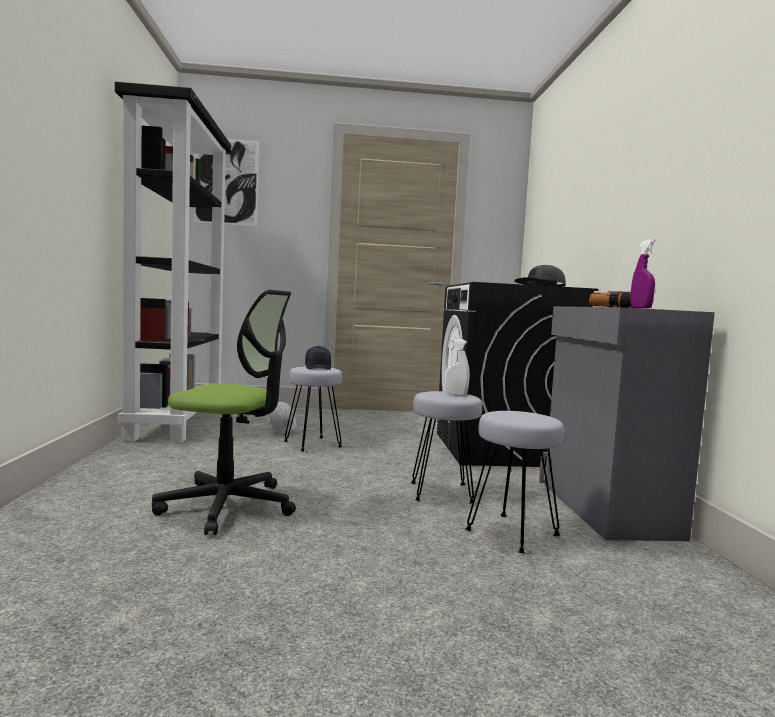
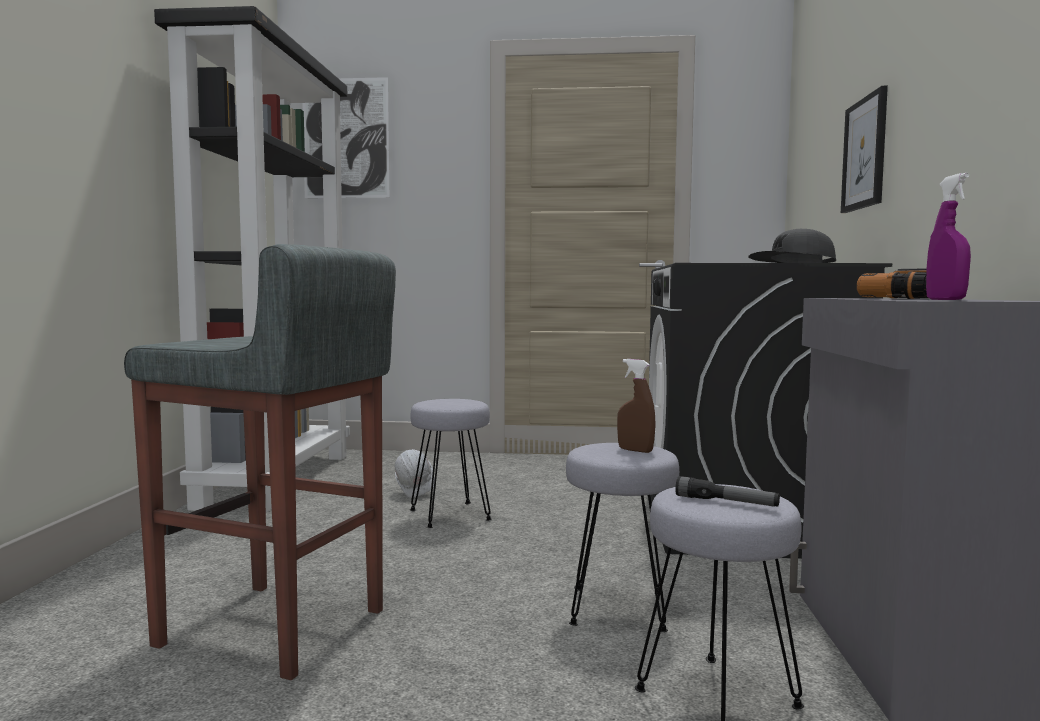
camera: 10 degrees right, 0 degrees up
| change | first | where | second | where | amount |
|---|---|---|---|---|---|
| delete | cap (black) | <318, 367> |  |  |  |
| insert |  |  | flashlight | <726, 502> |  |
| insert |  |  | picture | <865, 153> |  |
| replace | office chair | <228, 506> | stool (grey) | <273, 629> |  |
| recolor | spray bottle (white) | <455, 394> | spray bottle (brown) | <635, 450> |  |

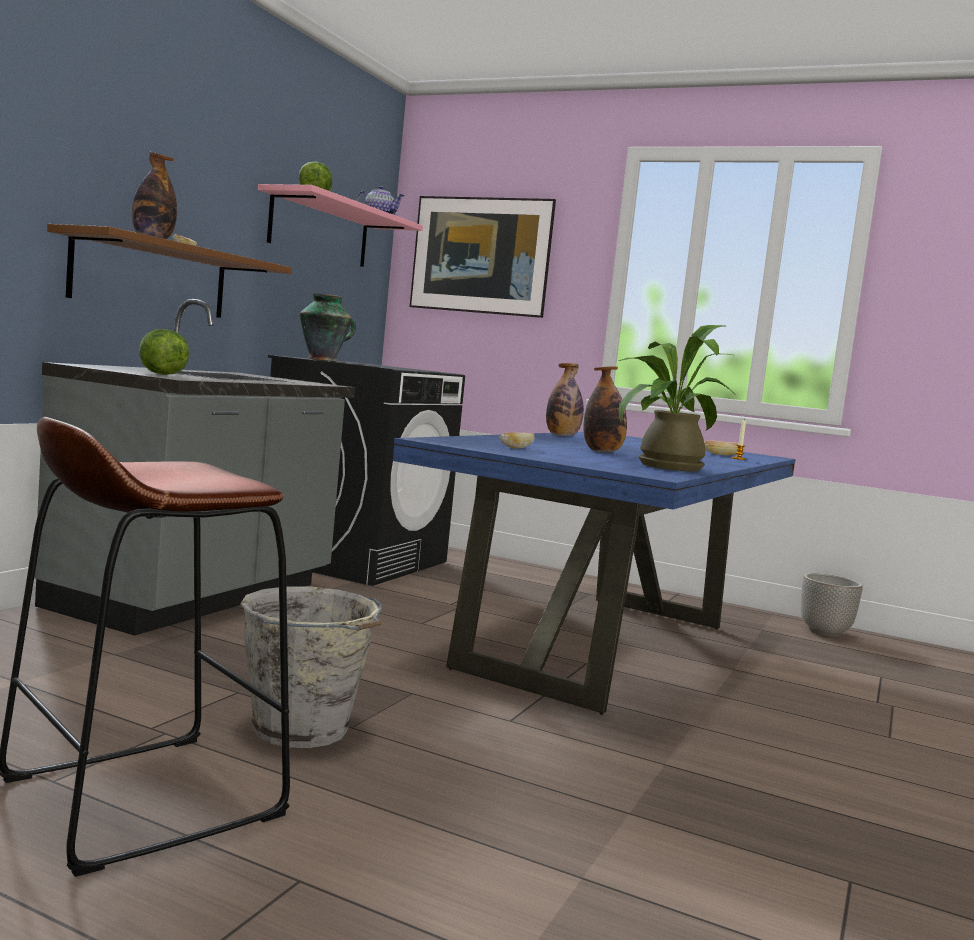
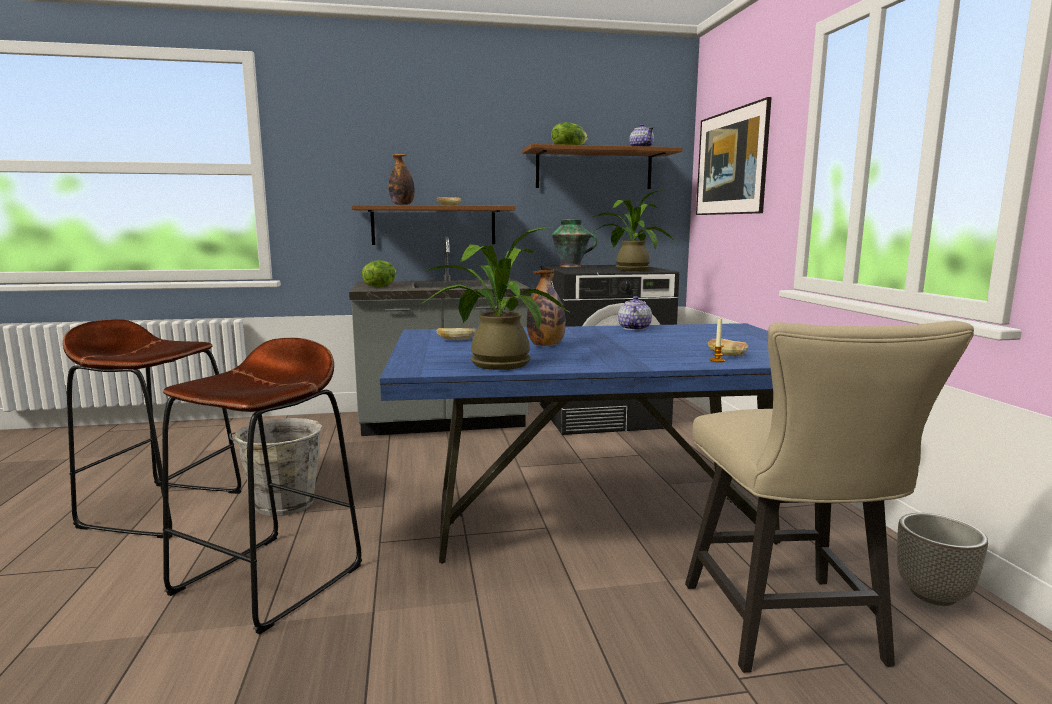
camera: 55 degrees right, 5 degrees up
| change | first | where | second | where | amount |
|---|---|---|---|---|---|
| insert |  |  | stool (brown) | <269, 579> |  |
| insert |  |  | potted plant | <629, 269> |  |
| insert |  |  | chair (beige) | <790, 631> |  |
| replace | bottle | <562, 436> | teapot | <633, 328> |  |
| recolor | shelf (pink) | <320, 230> | shelf (brown) | <594, 169> |  |

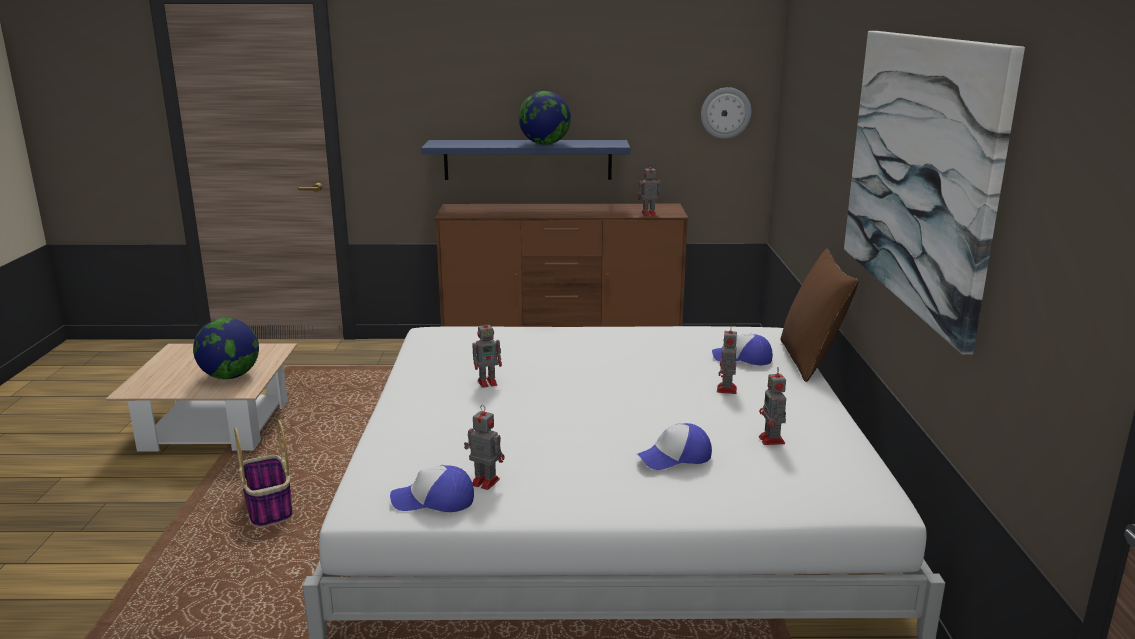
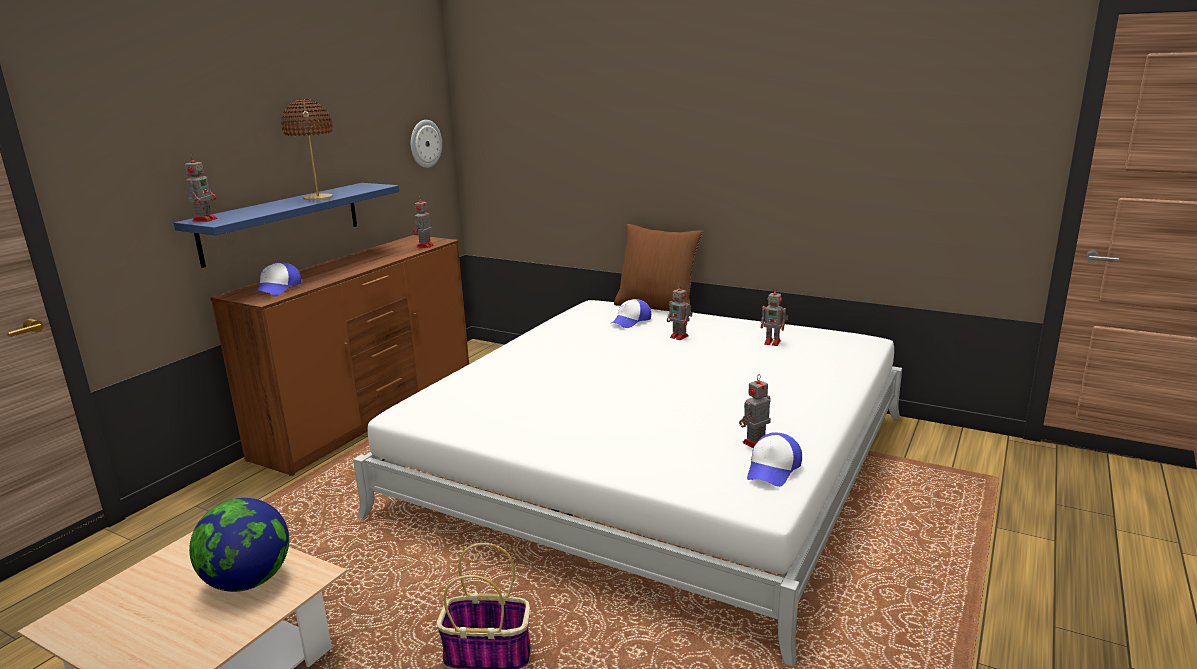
camera: 60 degrees left, 0 degrees up
| change | first | where | second | where | amount |
|---|---|---|---|---|---|
| delete | picture | <919, 171> |  |  |  |
| move | toy robot | <488, 382> |  | <205, 219> |  |
| move | cap | <675, 457> |  | <278, 288> |  |
| replace | globe | <544, 144> | table lamp (brown) | <318, 198> |  |

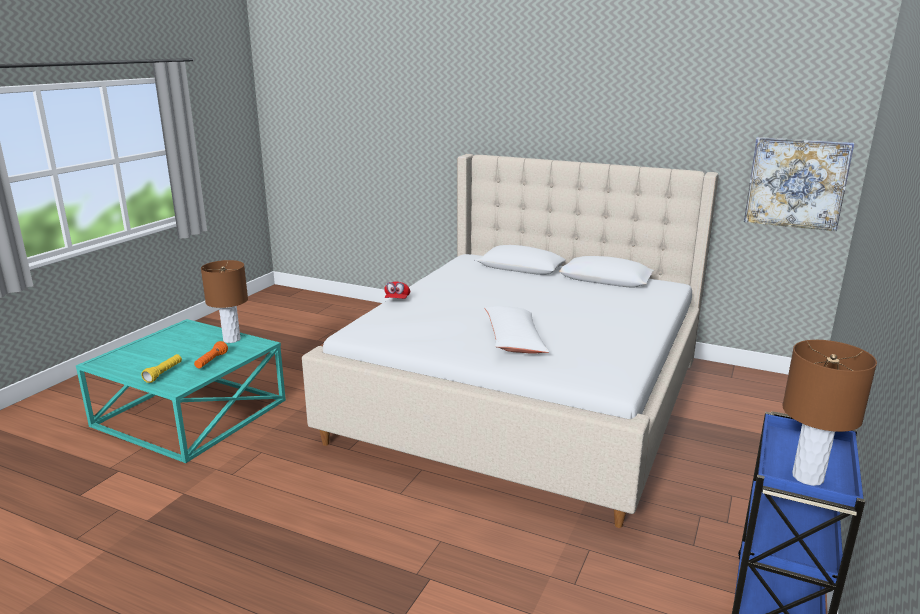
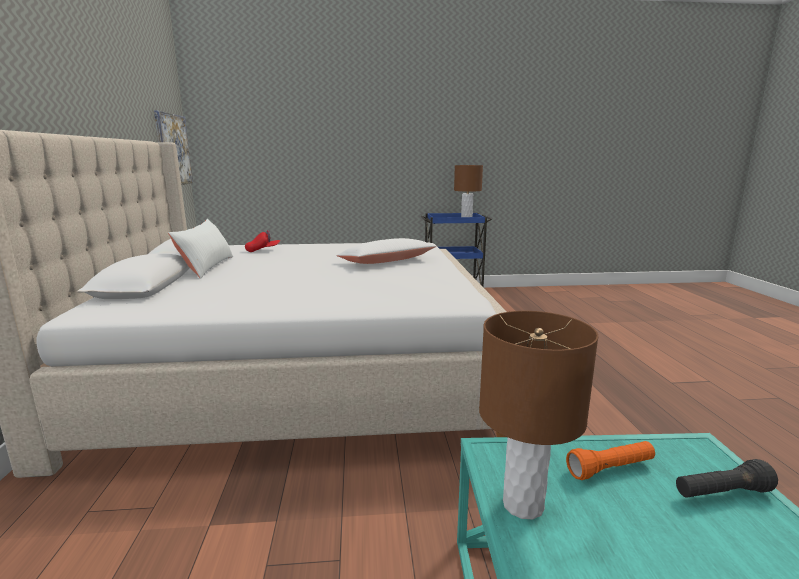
camera: 120 degrees left, 5 degrees down
| change | first | where | second | where | amount |
|---|---|---|---|---|---|
| insert |  |  | pillow (white) | <207, 267> |  |
| move | cap (red) | <397, 300> |  | <263, 250> |  |
| recolor | flashlight (yellow) | <164, 373> | flashlight (black) | <721, 493> |  |

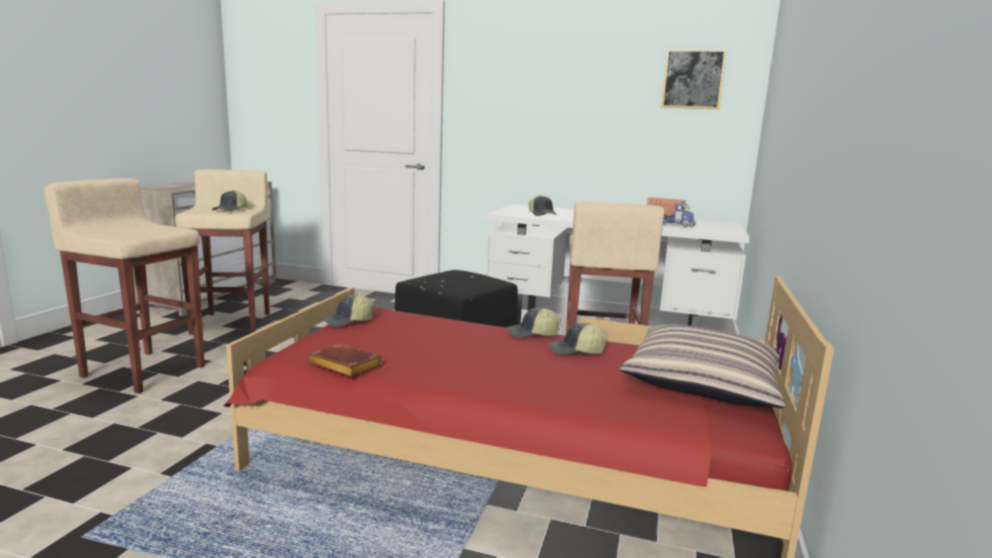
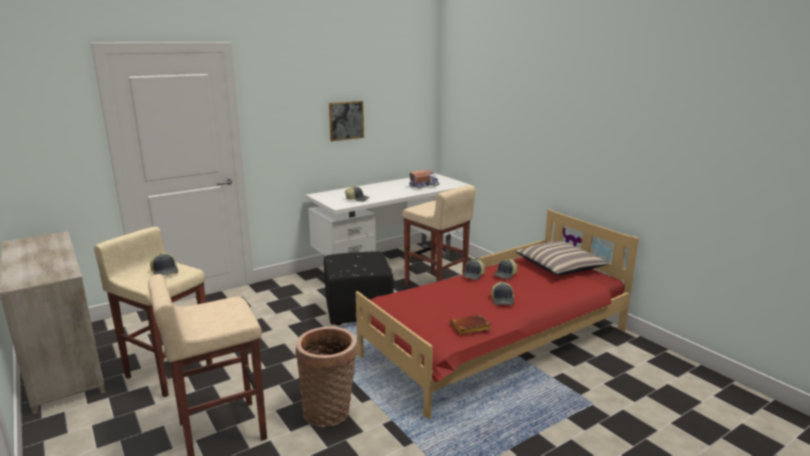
camera: 50 degrees left, 5 degrees up
| change | first | where | second | where | amount |
|---|---|---|---|---|---|
| insert |  |  | basket | <330, 412> |  |
| move | cap | <348, 322> |  | <503, 300> |  |
| move | picture | <693, 79> |  | <346, 120> |  |

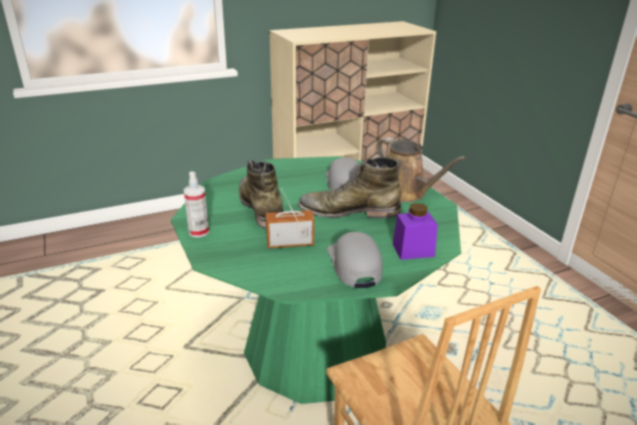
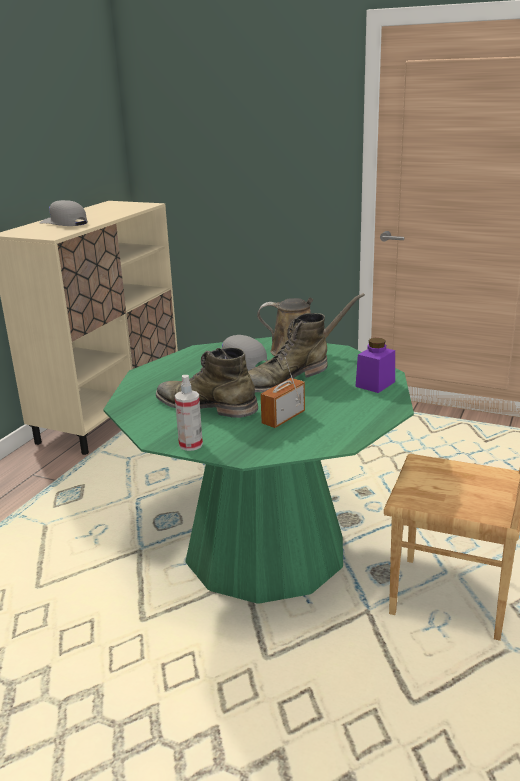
camera: 40 degrees left, 5 degrees down
| change | first | where | second | where | amount |
|---|---|---|---|---|---|
| move | cap (grey) | <354, 264> |  | <64, 223> |  |

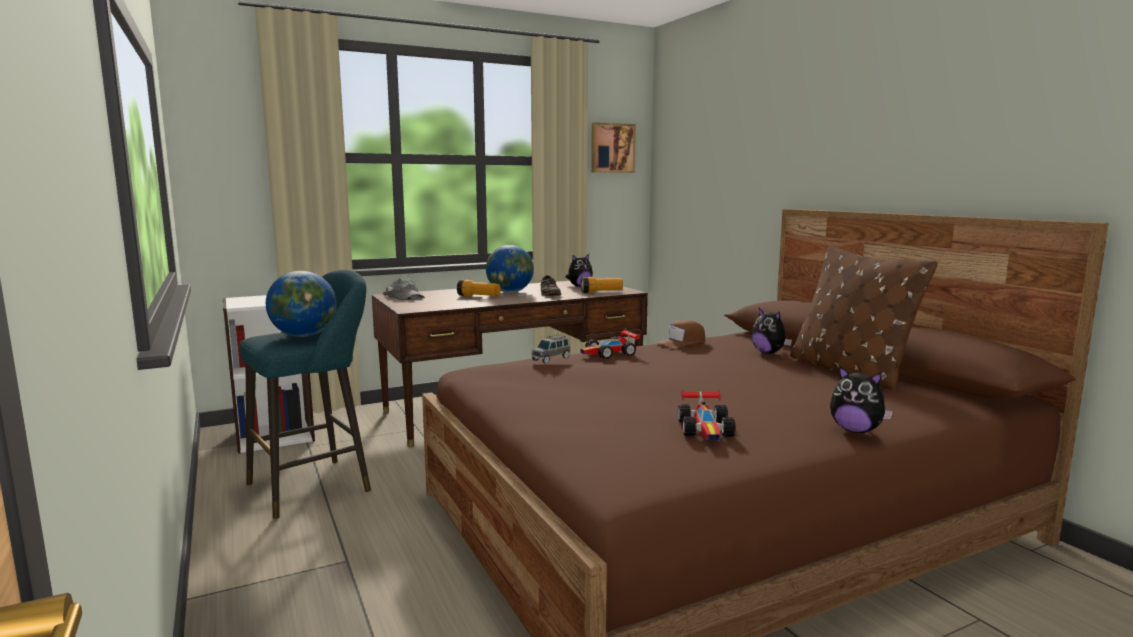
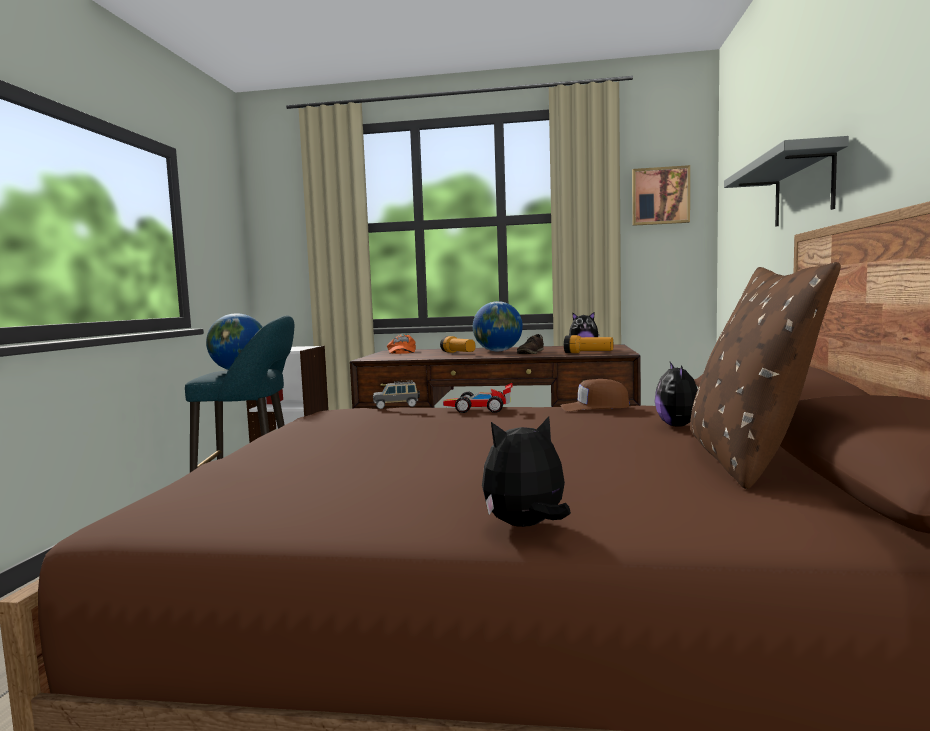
camera: 35 degrees right, 5 degrees down
| change | first | where | second | where | amount |
|---|---|---|---|---|---|
| delete | toy car | <706, 429> |  |  |  |
| insert |  |  | shelf (grey) | <803, 189> |  |
| recolor | cap (grey) | <404, 296> | cap (orange) | <401, 351> |  |
| rotate | plush toy | <856, 430> |  | <526, 526> | 90 degrees clockwise |

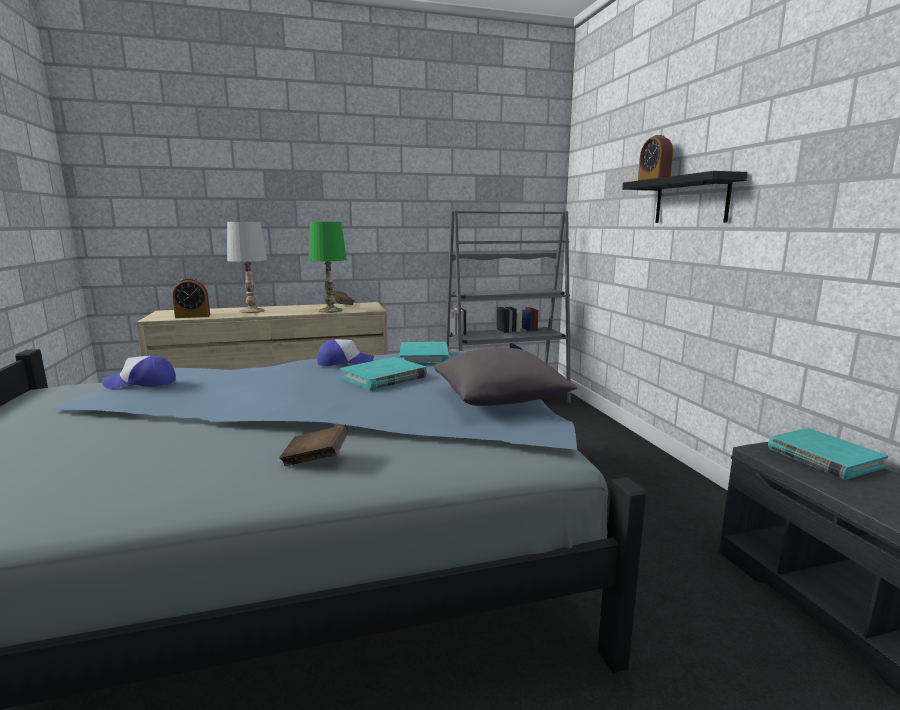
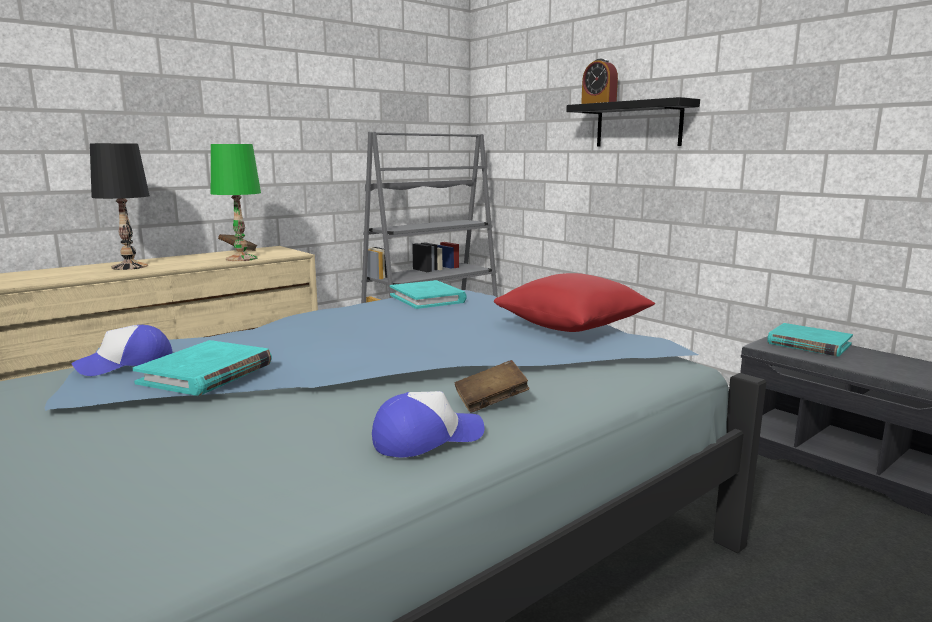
camera: 25 degrees left, 0 degrees up
| change | first | where | second | where | amount |
|---|---|---|---|---|---|
| delete | alarm clock | <192, 316> |  |  |  |
| move | cap | <345, 362> |  | <427, 438> |  |
| move | book (turquoise) | <384, 378> |  | <206, 373> |  |
| recolor | table lamp (white) | <251, 311> | table lamp (black) | <129, 266> |  |
| recolor | pillow (grey) | <500, 400> | pillow (red) | <572, 326> |  |

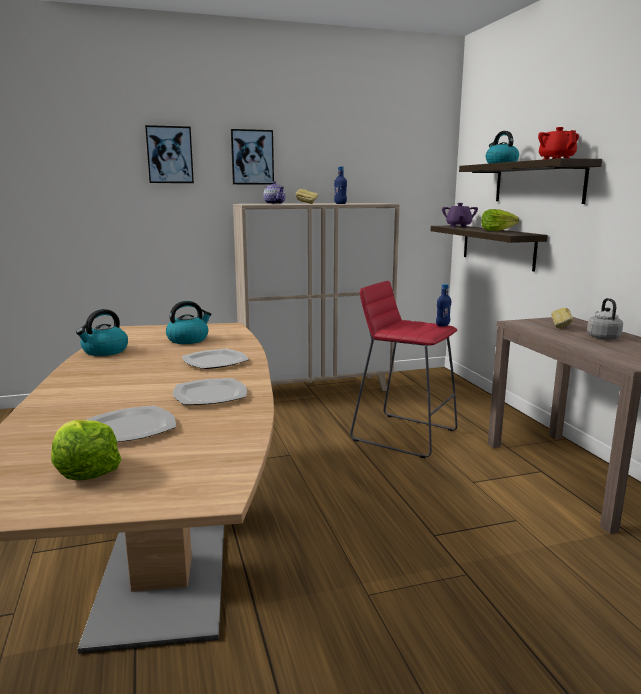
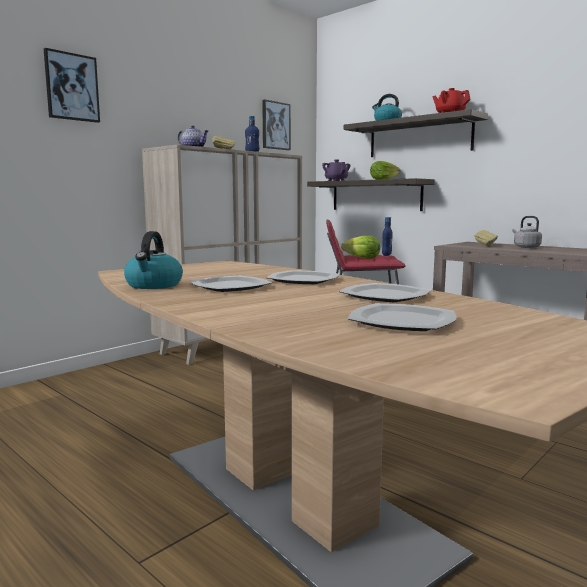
camera: 30 degrees left, 5 degrees down
| change | first | where | second | where | amount |
|---|---|---|---|---|---|
| delete | kettle | <188, 339> |  |  |  |
| insert |  |  | plate | <230, 287> |  |
| move | lettuce | <85, 471> |  | <362, 258> |  |
| move | picture | <252, 157> |  | <275, 125> |  |

